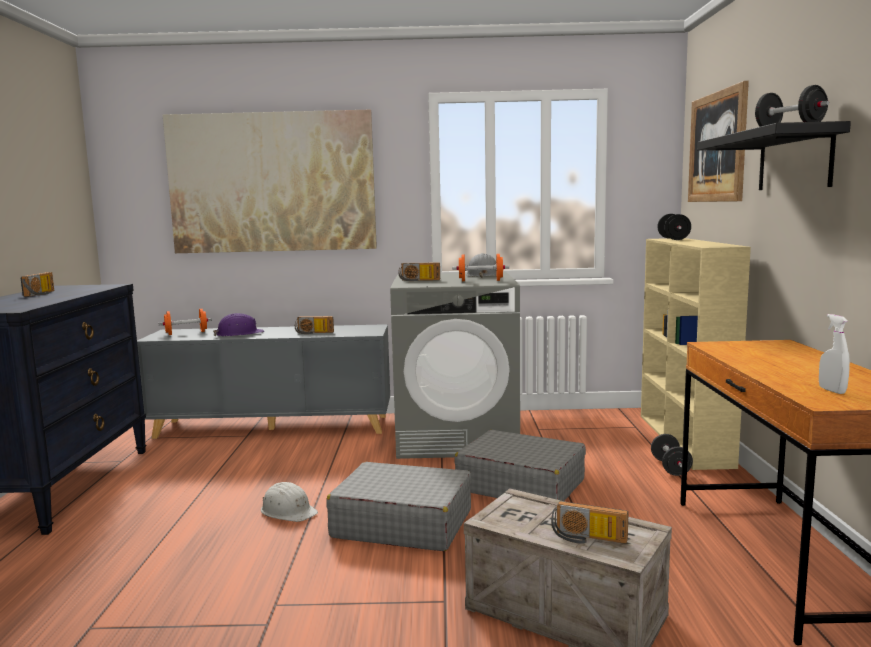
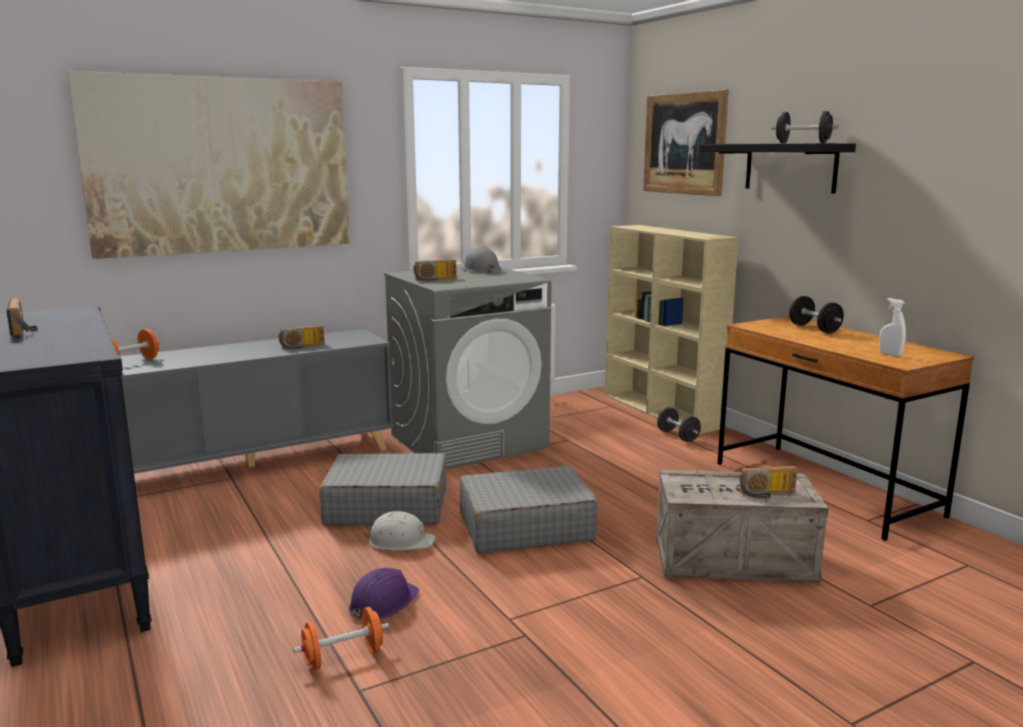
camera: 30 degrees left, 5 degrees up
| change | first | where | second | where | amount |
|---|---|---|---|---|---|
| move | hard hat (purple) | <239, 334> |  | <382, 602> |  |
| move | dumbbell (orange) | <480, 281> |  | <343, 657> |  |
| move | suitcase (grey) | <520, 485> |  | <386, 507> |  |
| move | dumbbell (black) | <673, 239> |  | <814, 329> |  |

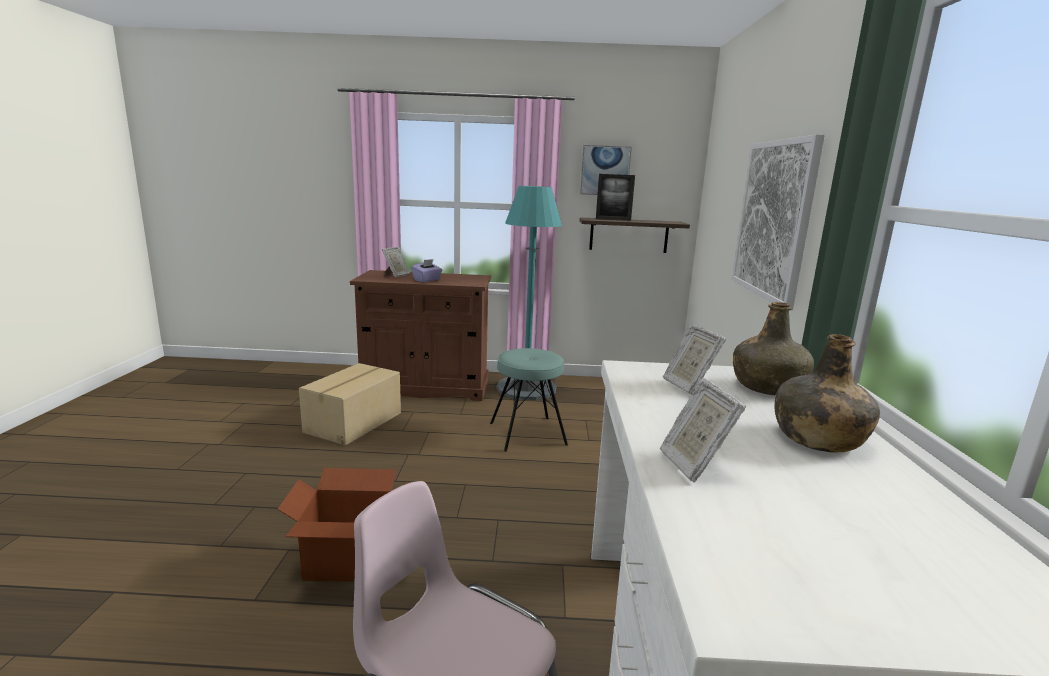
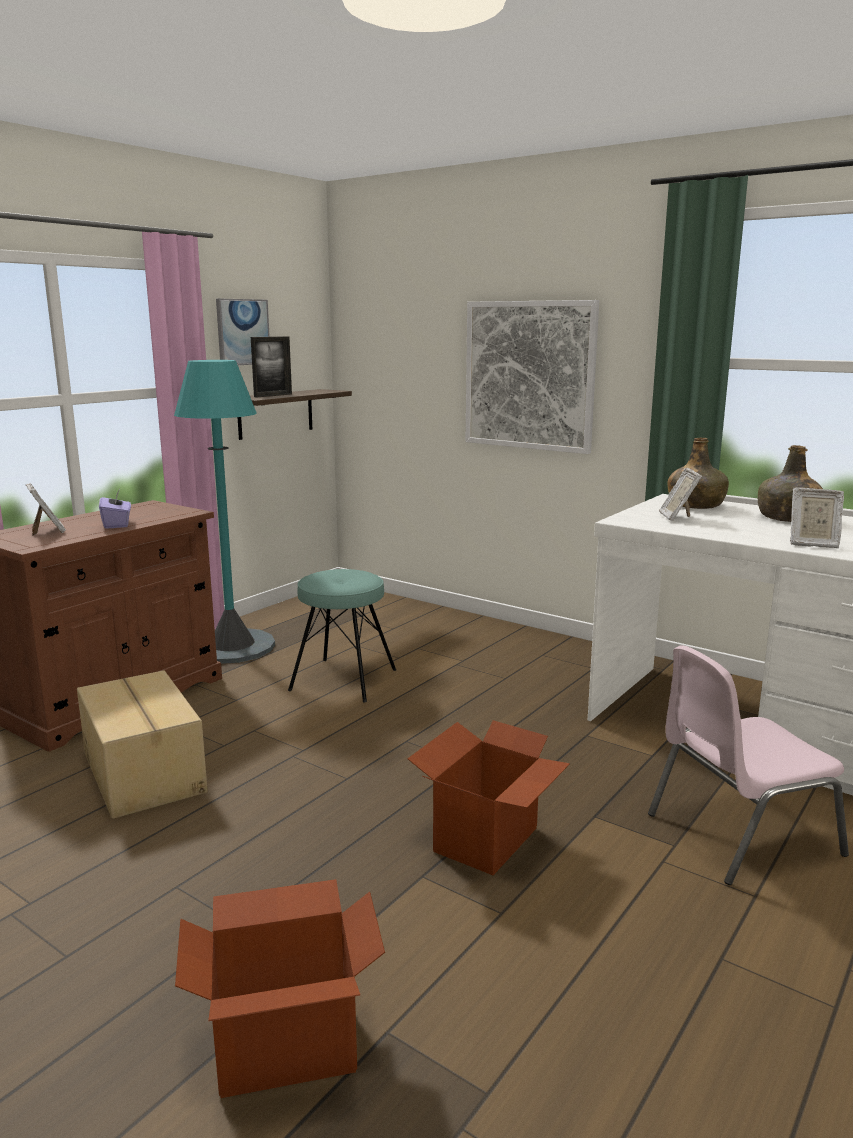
camera: 55 degrees left, 0 degrees up
| change | first | where | second | where | amount |
|---|---|---|---|---|---|
| insert |  |  | cardboard box | <285, 1043> |  |
| rotate | picture frame | <688, 386> |  | <677, 517> | 75 degrees clockwise |

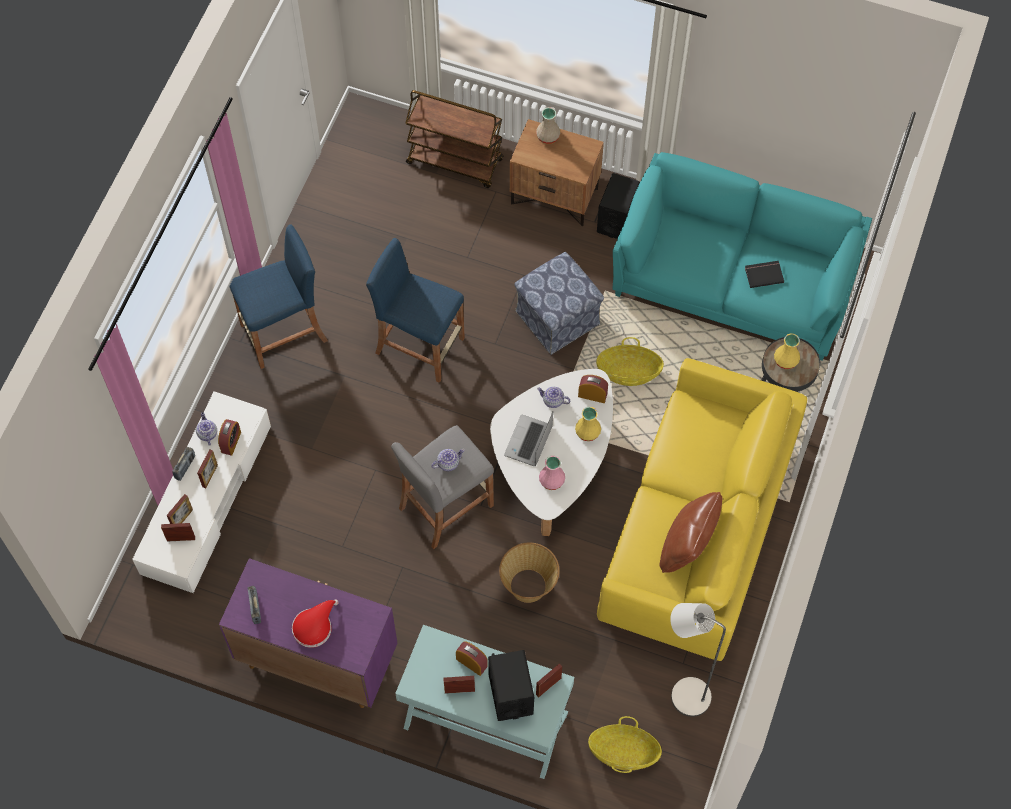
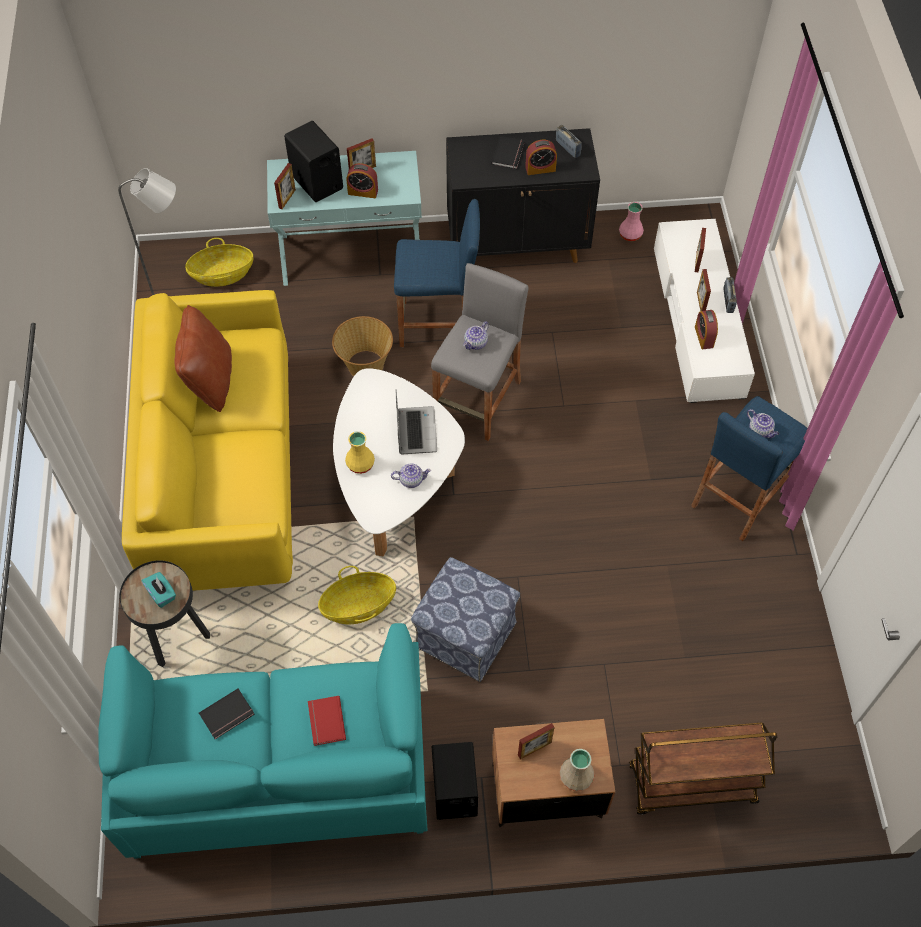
camera: 155 degrees right, 5 degrees down
| change | first | where | second | where | amount |
|---|---|---|---|---|---|
| insert |  |  | book (red) | <325, 721> |  |
| move | picture frame | <181, 539> |  | <534, 749> |  |
| move | teapot | <207, 433> |  | <760, 431> |  |
| move | stool (blue) | <420, 346> |  | <438, 324> |  |
| move | vase (pink) | <552, 480> |  | <629, 234> |  |
| move | alarm clock | <592, 395> |  | <540, 168> |  |
| replace | hat (red) | <314, 626> | book (black) | <509, 154> |  |
| replace | vase (yellow) | <786, 360> | tissue box (turquoise) | <161, 594> |  |
| recolor | cabinet (purple) | <316, 659> | cabinet (black) | <518, 244> |  |

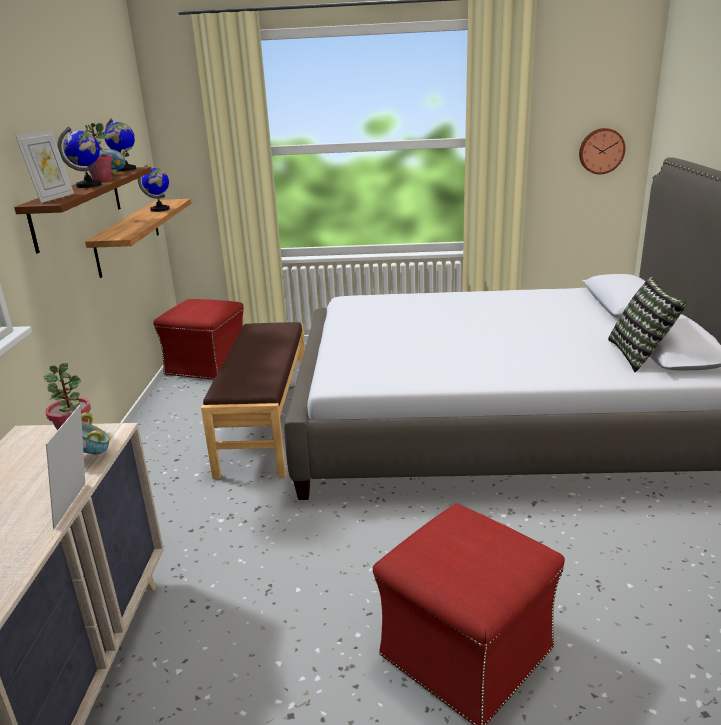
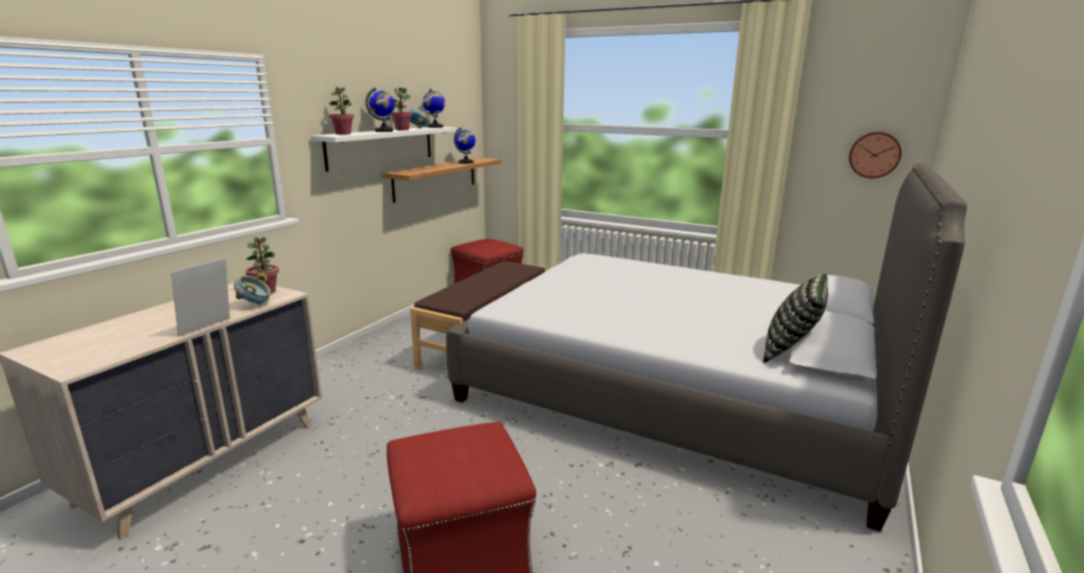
camera: 25 degrees right, 5 degrees down
| change | first | where | second | where | amount |
|---|---|---|---|---|---|
| replace | picture frame | <53, 198> | potted plant | <343, 134> |  |
| recolor | shelf (brown) | <78, 206> | shelf (white) | <382, 147> |  |

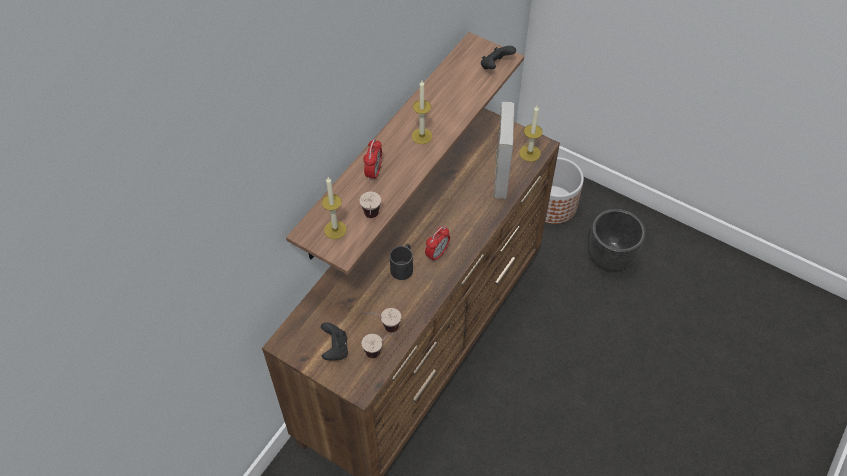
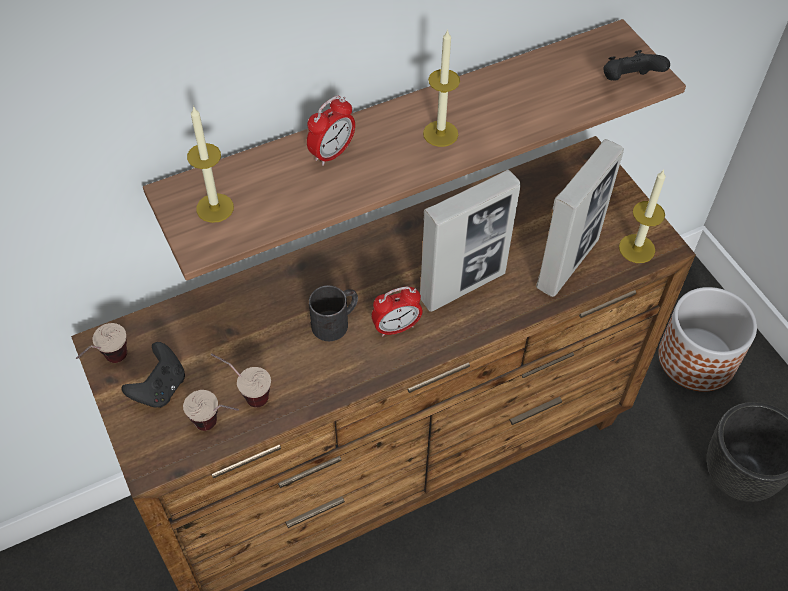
camera: 30 degrees right, 0 degrees up
| change | first | where | second | where | amount |
|---|---|---|---|---|---|
| insert |  |  | picture frame | <463, 286> |  |
| move | cup | <371, 219> |  | <108, 364> |  |

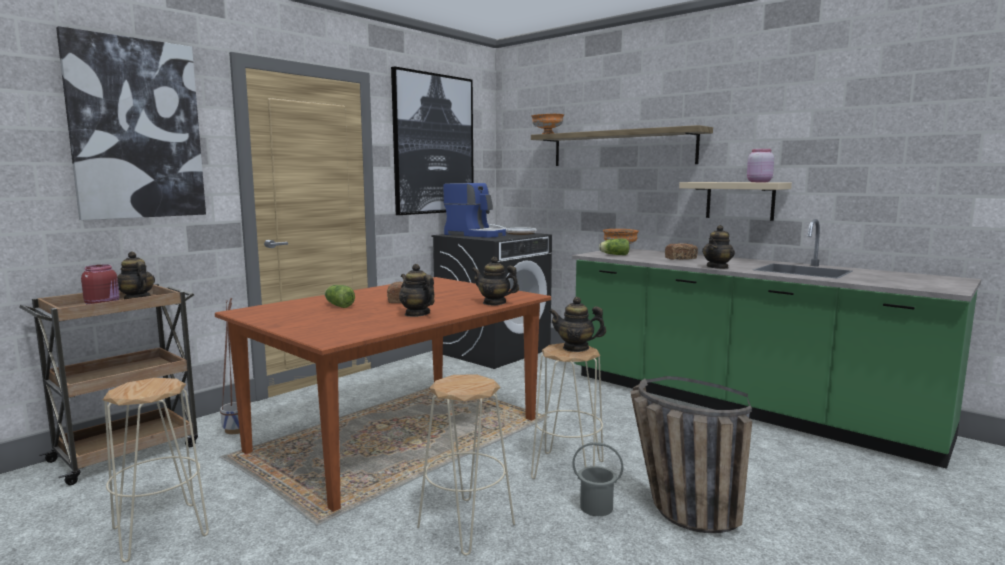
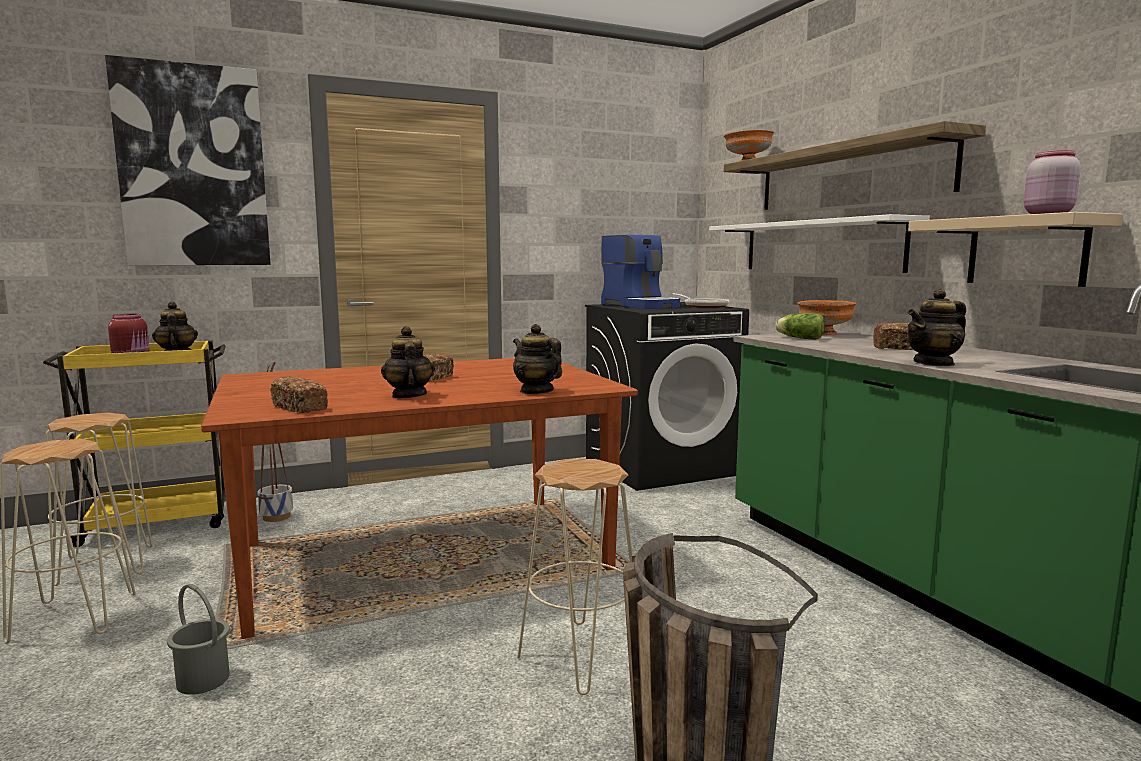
camera: 25 degrees right, 0 degrees up
| change | first | where | second | where | amount |
|---|---|---|---|---|---|
| delete | lettuce | <338, 305> |  |  |  |
| delete | picture | <433, 144> |  |  |  |
| delete | teapot | <576, 348> |  |  |  |
| insert |  |  | bread | <300, 408> |  |
| insert |  |  | shelf (white) | <819, 246> |  |
| move | stool (beige) | <465, 526> |  | <104, 565> |  |
| move | bucket (grey) | <596, 507> |  | <204, 679> |  |
| recolor | cart (brown) | <128, 452> | cart (yellow) | <160, 522> |  |

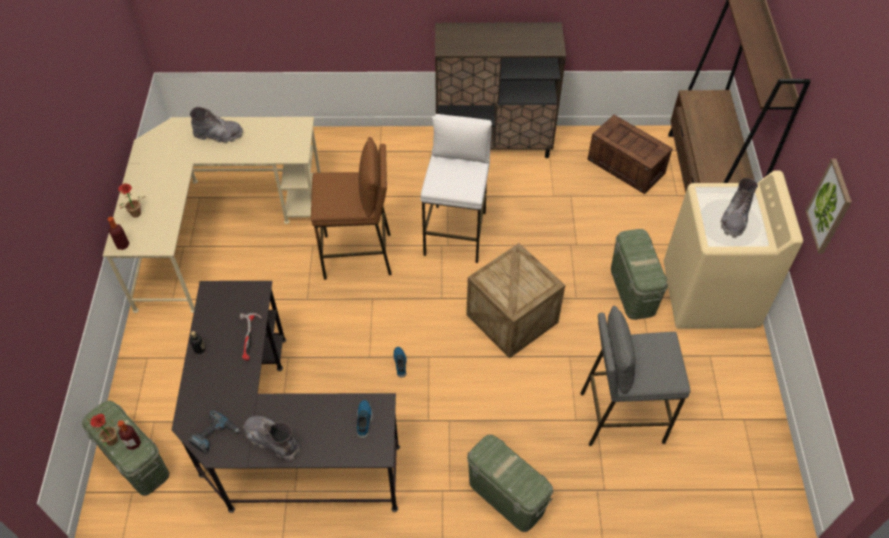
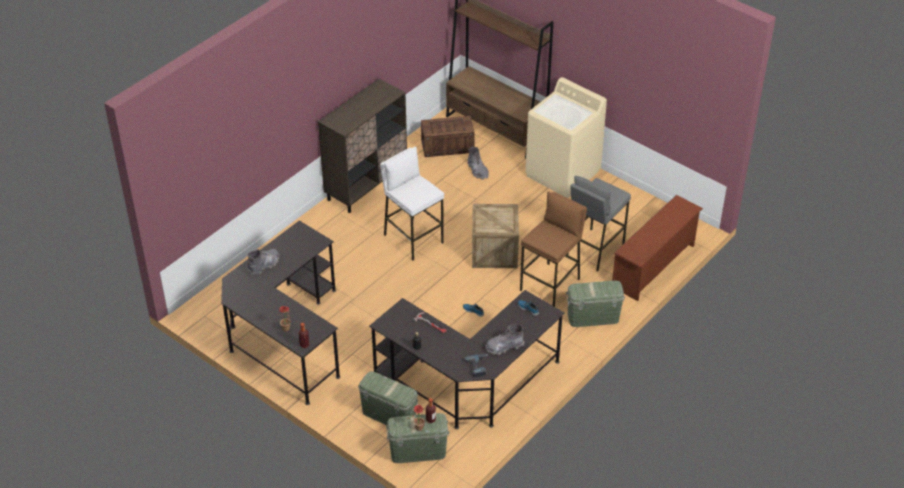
camera: 50 degrees left, 10 degrees down
| change | first | where | second | where | amount |
|---|---|---|---|---|---|
| delete | picture | <829, 206> |  |  |  |
| insert |  |  | shoe rack (brown) | <654, 267> |  |
| move | stool (brown) | <358, 256> |  | <551, 285> |  |
| move | storage box (green) | <633, 290> |  | <389, 415> |  |
| move | boot (grey) | <735, 218> |  | <477, 170> |  |
| recolor | desk (beige) | <216, 227> | desk (black) | <284, 336> |  |

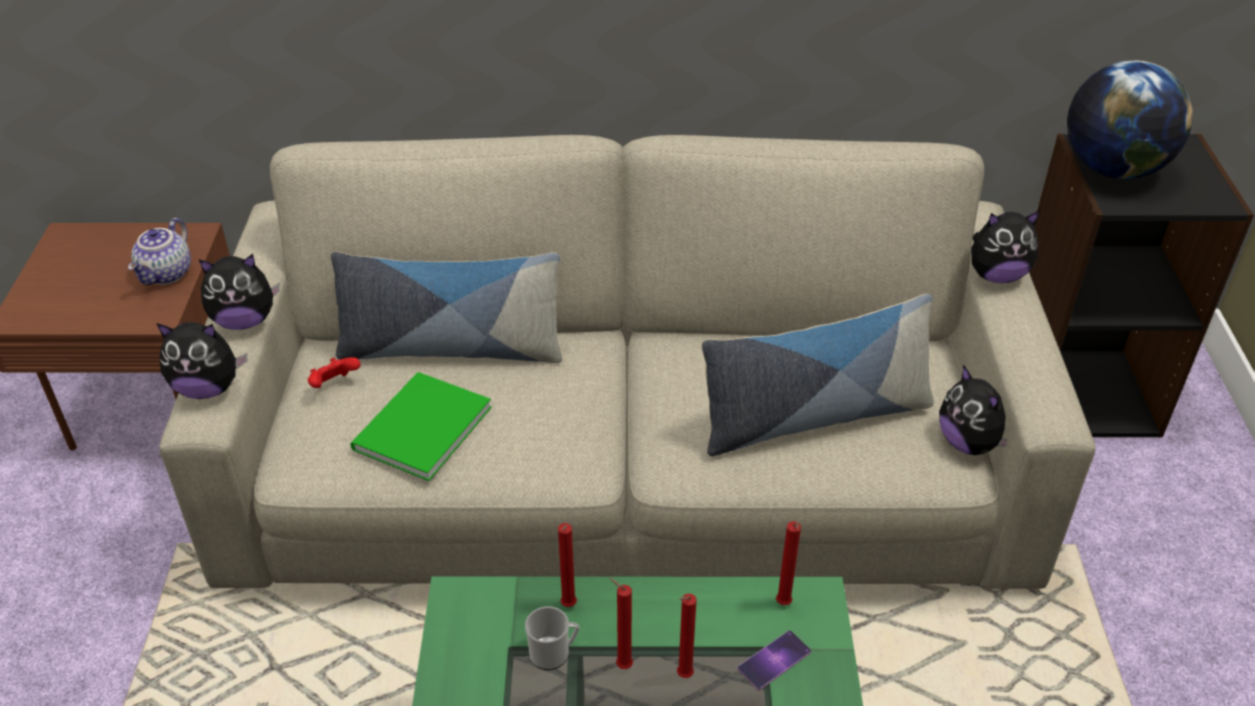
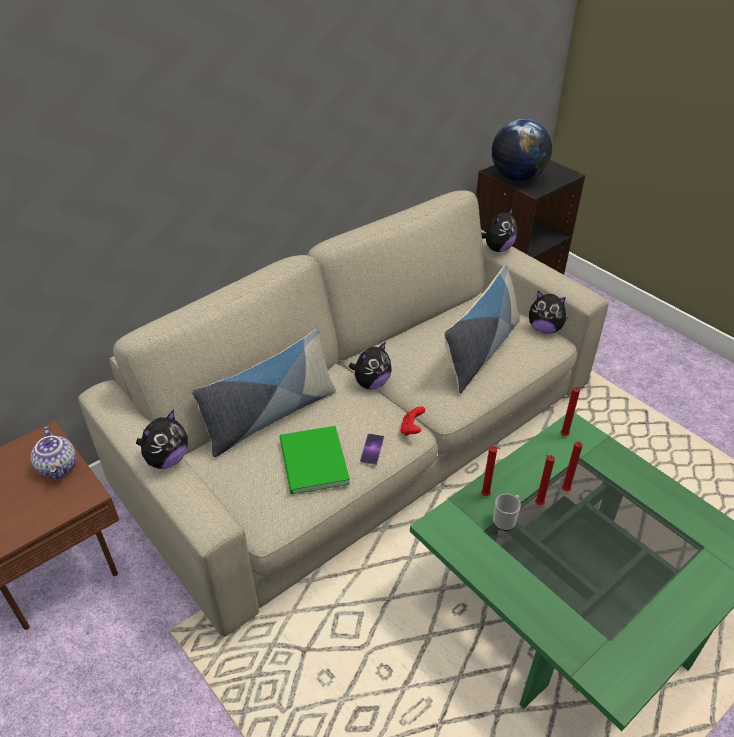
camera: 40 degrees left, 0 degrees up
| change | first | where | second | where | amount |
|---|---|---|---|---|---|
| move | plush toy | <208, 388> |  | <371, 383> |  |
| move | game controller (red) | <334, 385> |  | <411, 429> |  |
| move | phone | <774, 660> |  | <372, 449> |  |

